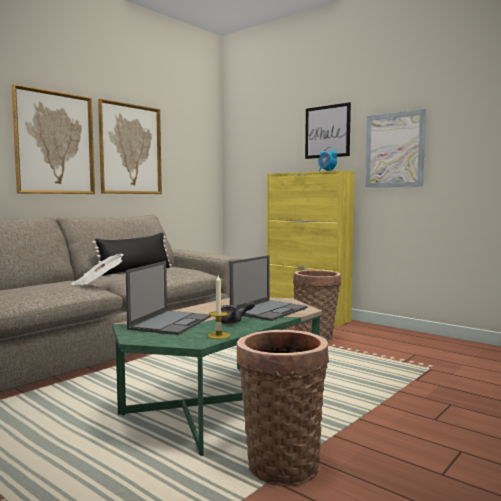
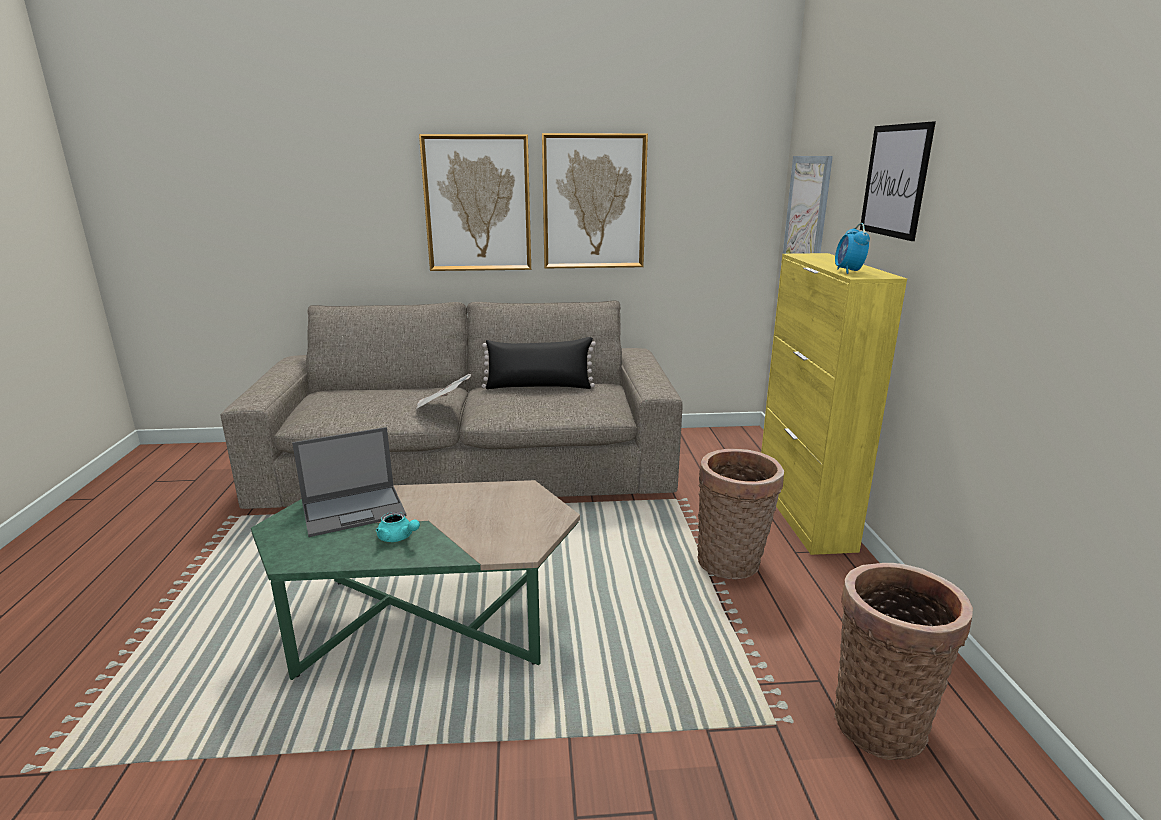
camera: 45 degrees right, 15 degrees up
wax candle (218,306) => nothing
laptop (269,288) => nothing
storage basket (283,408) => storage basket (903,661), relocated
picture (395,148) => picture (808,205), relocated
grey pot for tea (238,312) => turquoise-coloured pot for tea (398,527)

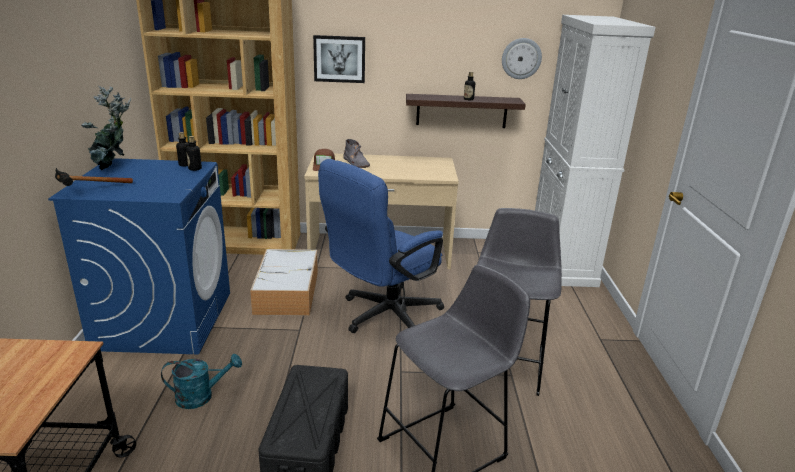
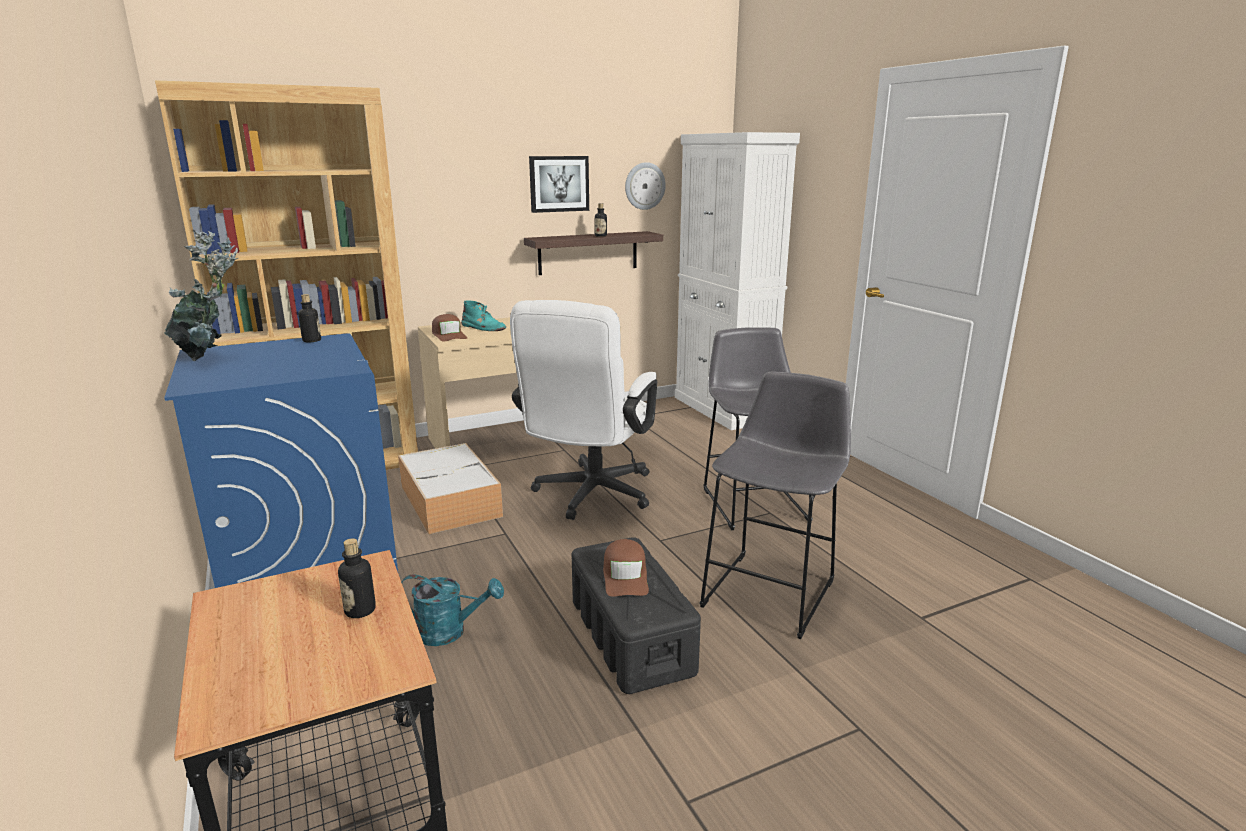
camera: 25 degrees left, 5 degrees down
hand hammer (94,177) => nothing
nothing => brown-coloured peaked cap (626,568)
drink bottle (194,153) => drink bottle (357,578), relocated
picture (339,59) => picture (559,184), relocated
blue-coloured computer chair (381,246) => white-coloured computer chair (583,410)
grey boot (356,153) => turquoise-coloured boot (483,315)
turquoise-coloured sprinkling can (201,381) => turquoise-coloured sprinkling can (452,610), 45 degrees clockwise

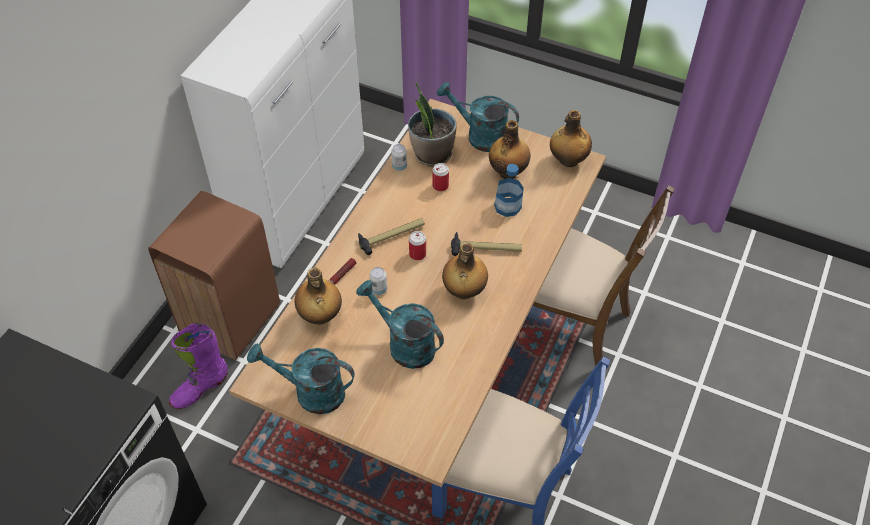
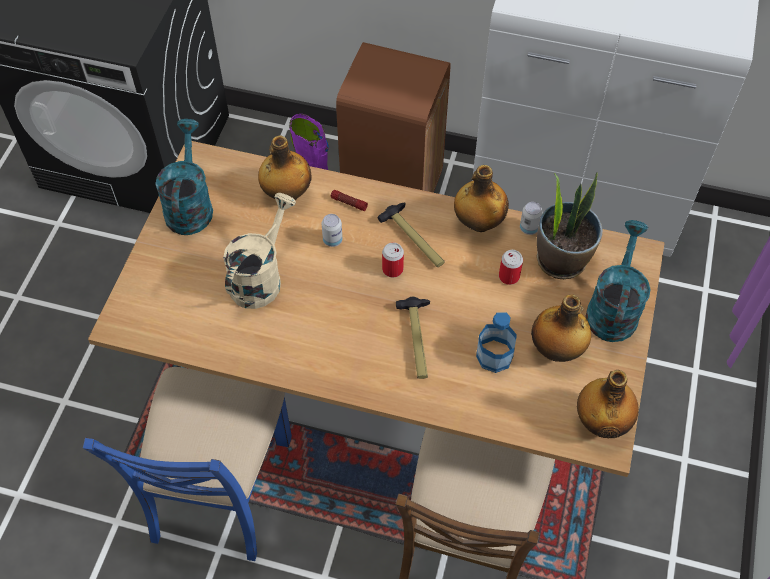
camera: 80 degrees right, 5 degrees up
drink bottle (465,271) => drink bottle (481,198), relocated
turquoise-coloured sprinkling can (400,324) => beige sprinkling can (259,251)

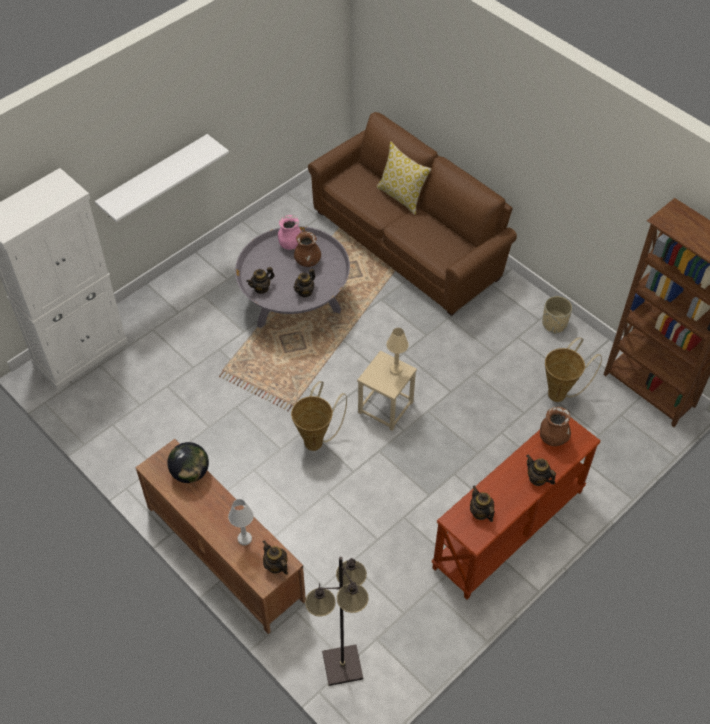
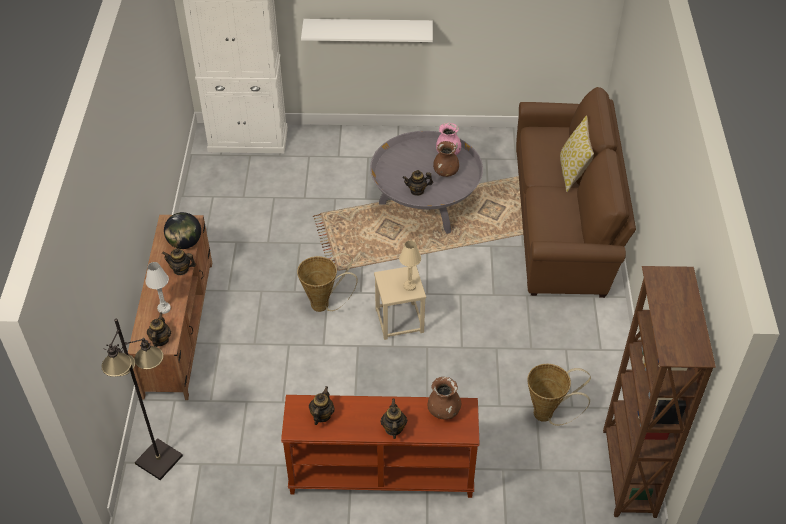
camera: 45 degrees right, 5 degrees down
beige plant pot (557,315) => nothing
pot for tea (260,280) => pot for tea (179,261), relocated

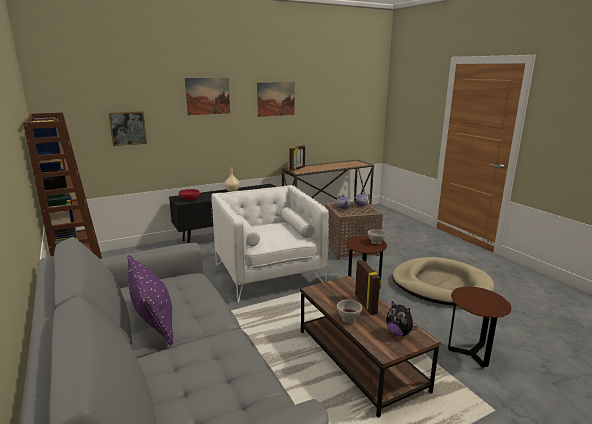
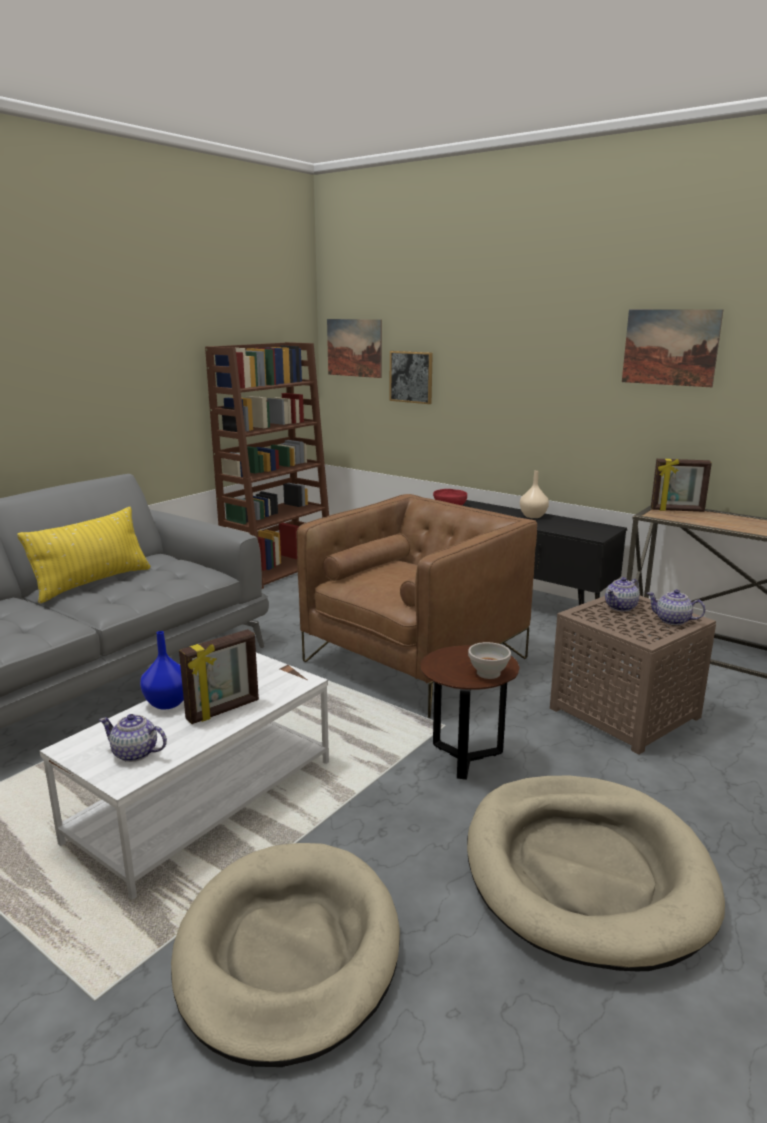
camera: 65 degrees right, 0 degrees up
picture (207,96) => picture (354,348), relocated
white-coloured deep dish (349,311) => blue-coloured decorative vase (162,670)
cuddly toy (402,318) => pot for tea (133,738)
brown-coloured side table (479,326) => beige dog bed (285,955)
purple-coloured pillow (150,300) => yellow-coloured pillow (84,555)
white-coloured armchair (270,244) => brown-coloured armchair (417,606)
brown-coloured low table (370,347) => white-coloured low table (184,776)

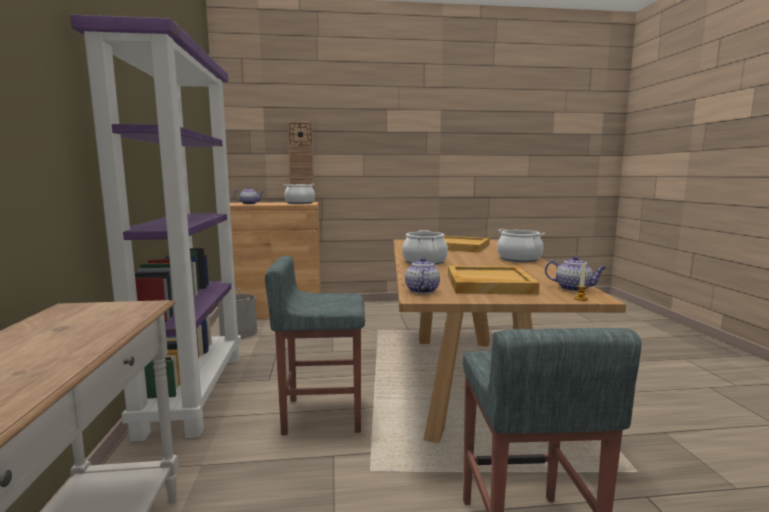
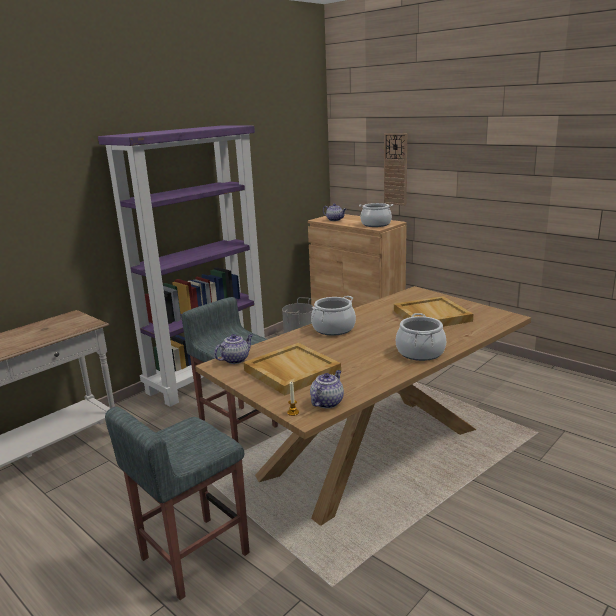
camera: 50 degrees right, 10 degrees up
pot for tea (576,273) => pot for tea (327,389), 135 degrees counterclockwise

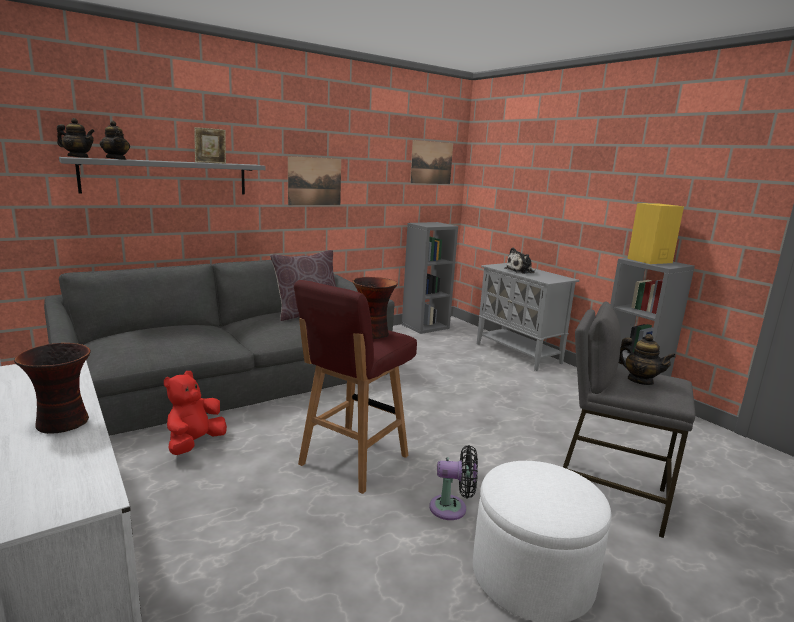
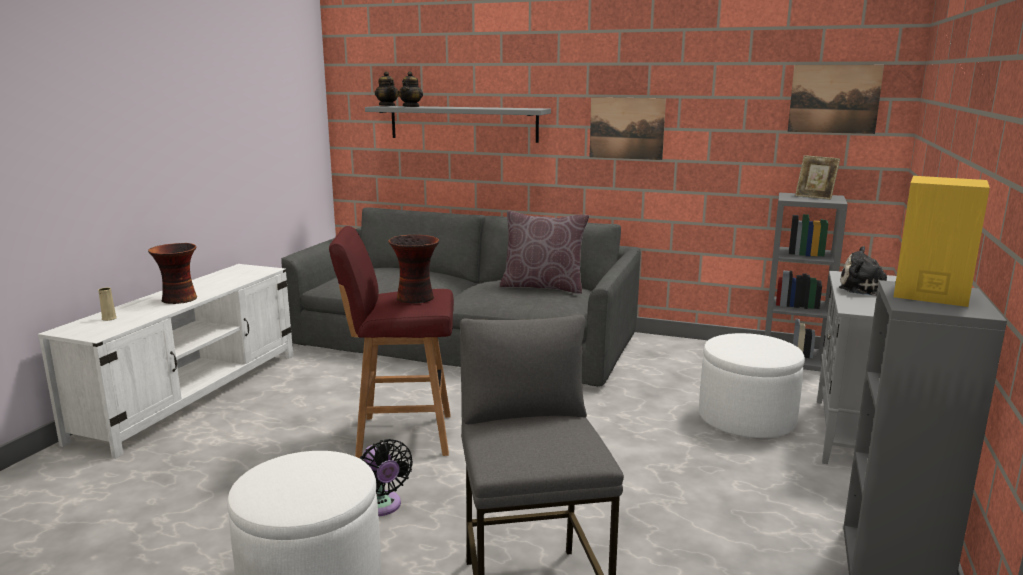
camera: 55 degrees right, 0 degrees up
reddish cuddly toy (195,413) => nothing
pot for tea (647,359) => nothing
nothing => beige decorative vase (107,304)
nothing => white-coloured ottoman (752,385)
photo frame (210,145) => photo frame (817,177), relocated

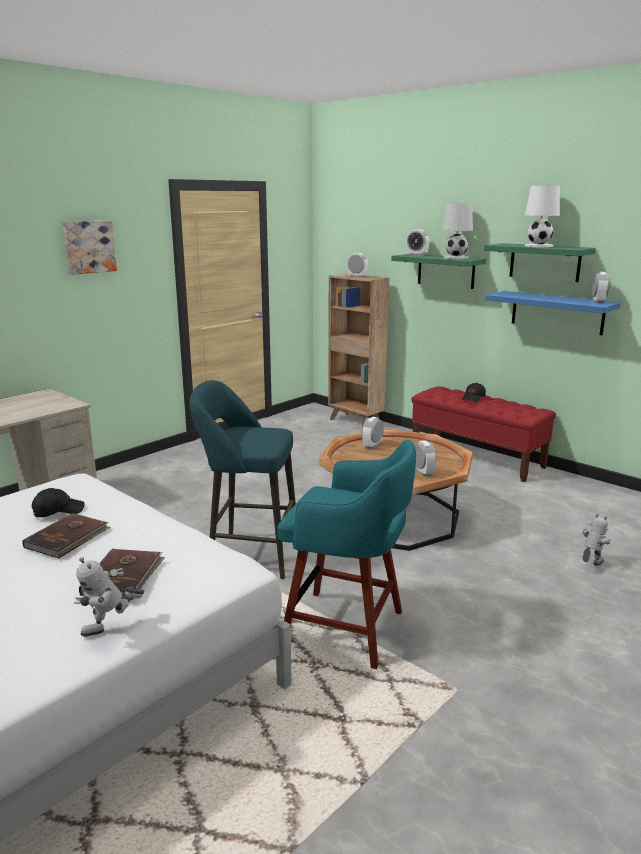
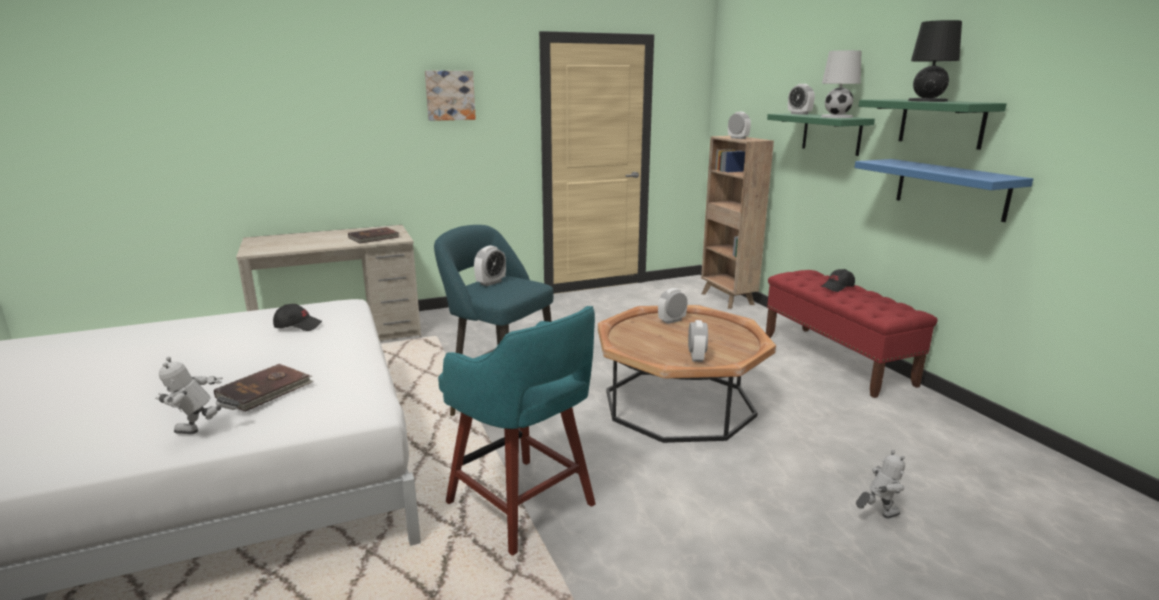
camera: 25 degrees right, 0 degrees up
brown-coloured bound book (66,535) => brown-coloured bound book (373,235), relocated
table clock (601,288) => table clock (490,265), relocated
white-coloured tabletop lamp (542,216) => black-coloured tabletop lamp (935,61)

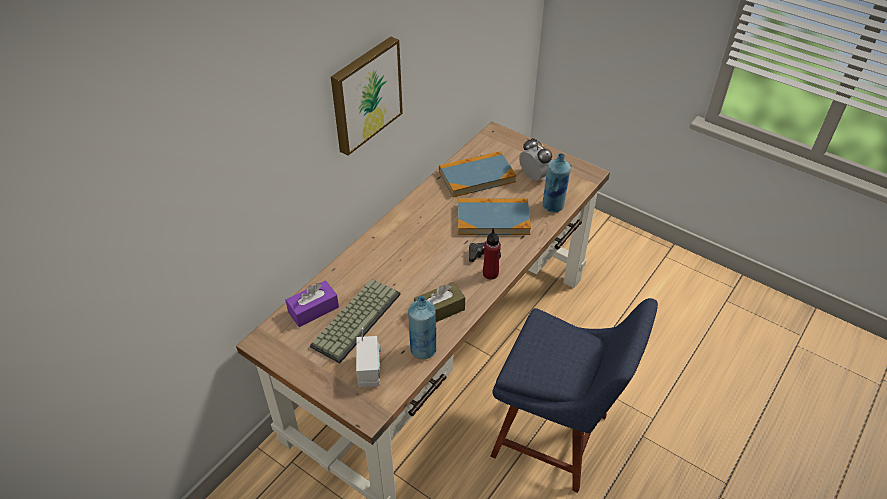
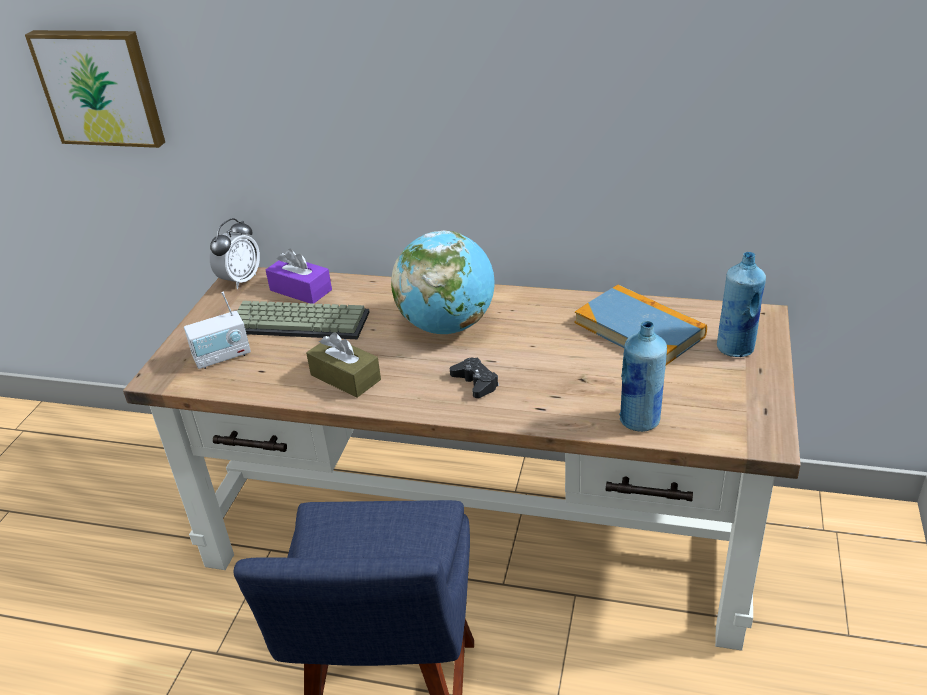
camera: 70 degrees right, 10 degrees down
bound book (494,216) => nothing
reddish drink bottle (492,254) => nothing
nothing => world globe (443,282)
picture (367,96) => picture (95,89), relocated
blue-coloured drink bottle (422,327) => blue-coloured drink bottle (741,304), relocated
table clock (535,159) => table clock (235,253), relocated

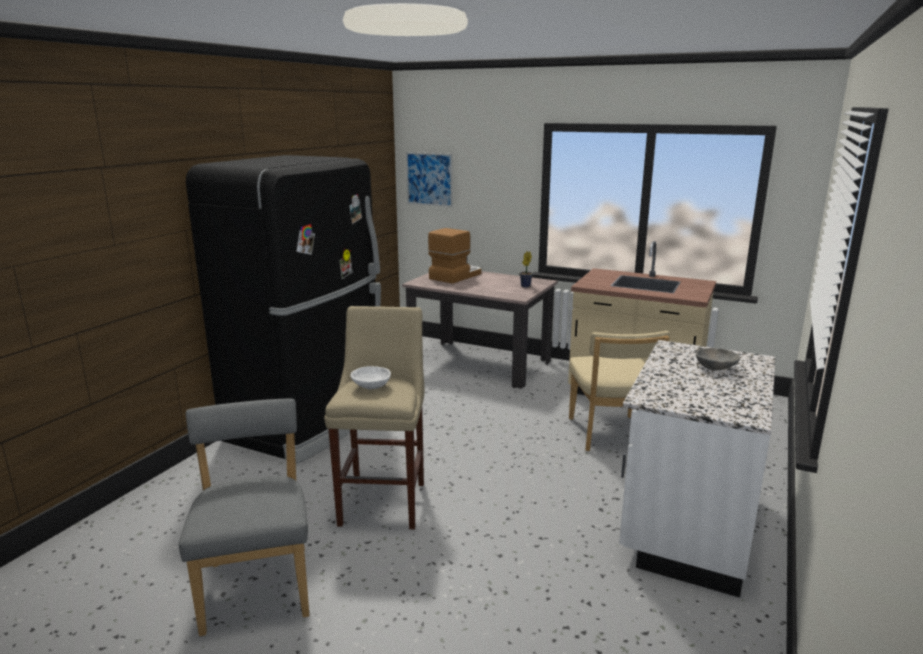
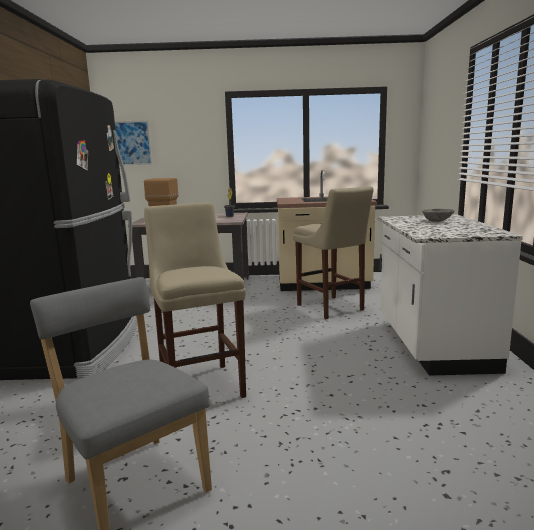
camera: 25 degrees left, 5 degrees down
white-coloured deep dish (370,378) => nothing
beige plain chair (619,391) => beige stool (333,252)

